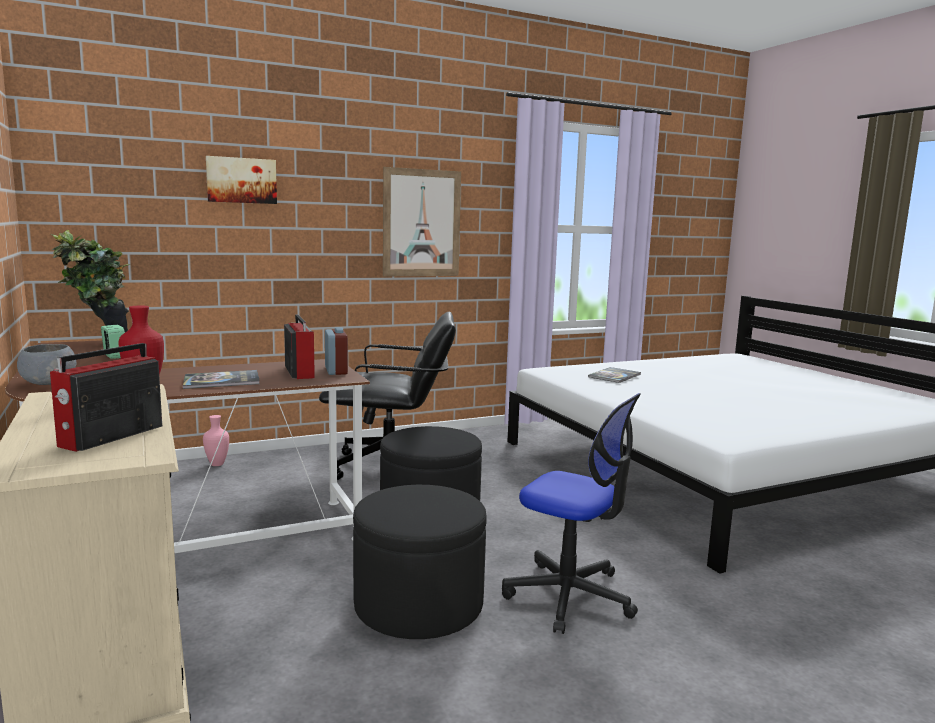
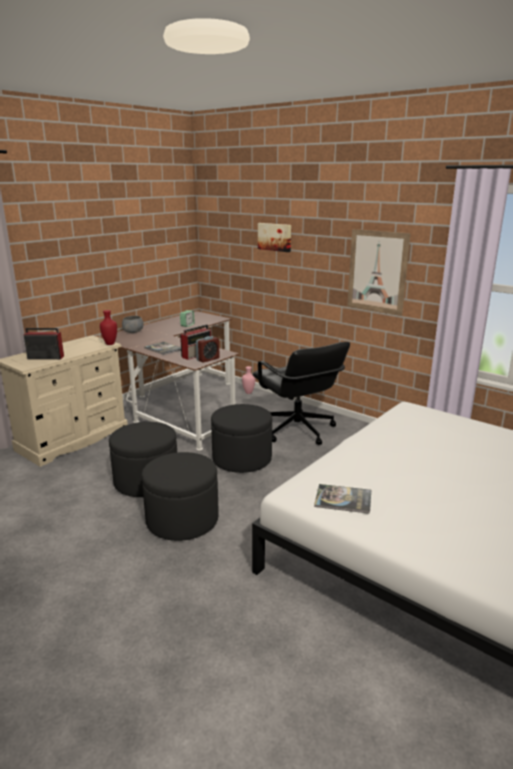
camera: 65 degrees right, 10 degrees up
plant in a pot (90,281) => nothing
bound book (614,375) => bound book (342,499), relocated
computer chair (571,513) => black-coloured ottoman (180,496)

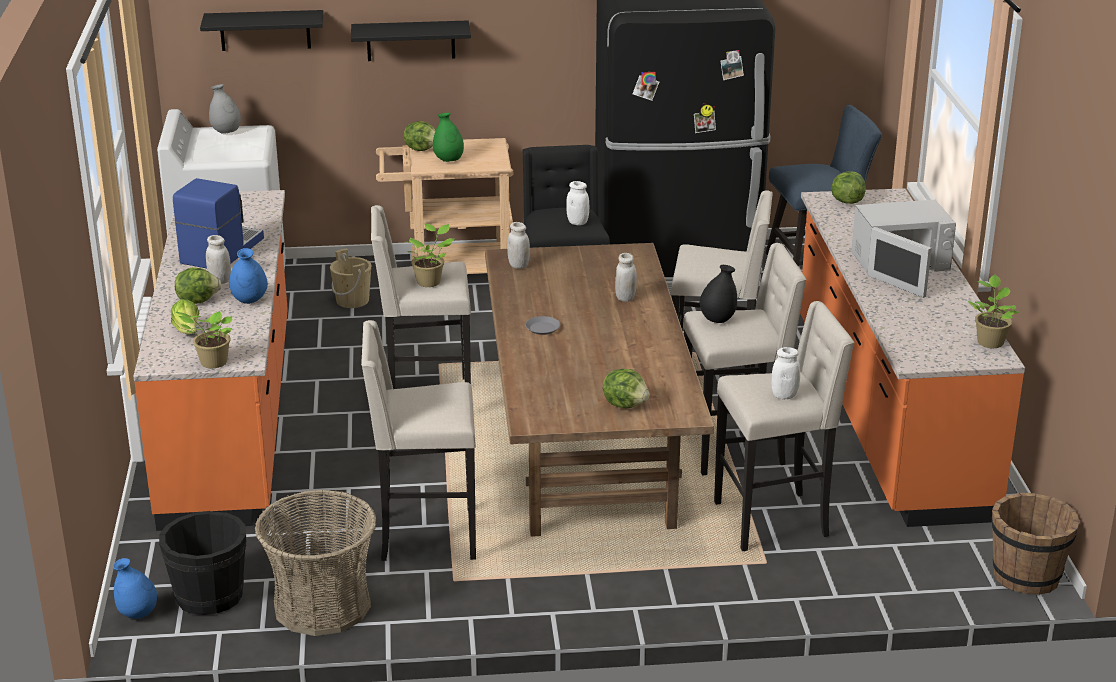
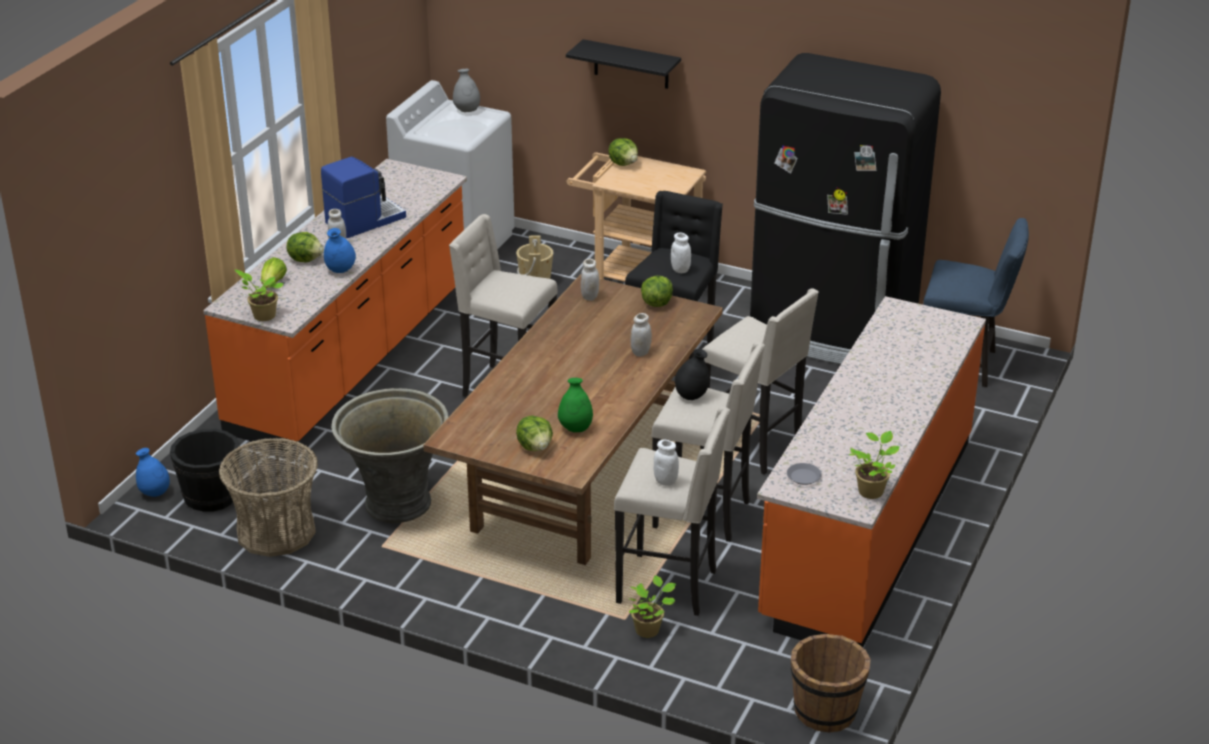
camera: 30 degrees right, 5 degrees up
black-coloured bracket shelf (262,30) => nothing
white-coloured microwave (903,249) => nothing
plant in a pot (429,255) => plant in a pot (652,606), relocated
greenish decorative vase (448,137) => greenish decorative vase (575,405), relocated
grey flat dish (542,325) => grey flat dish (804,474), relocated
lettuce head (848,187) => lettuce head (657,291), relocated
beige stool (418,440) => grey plant pot (390,455)

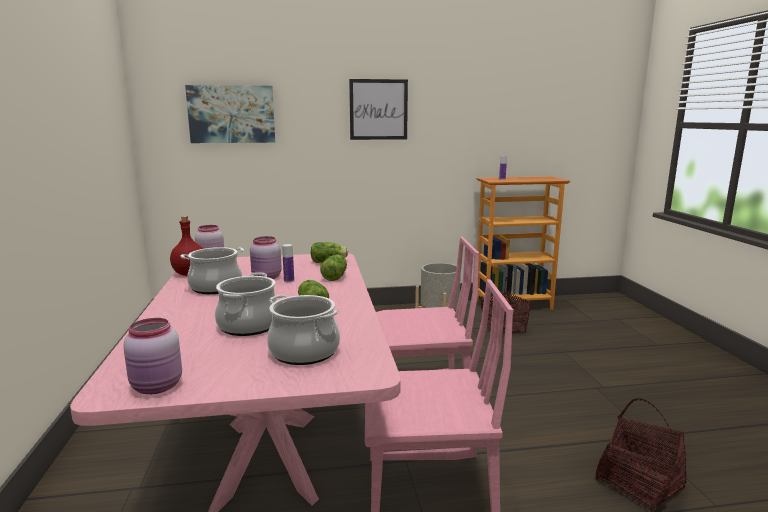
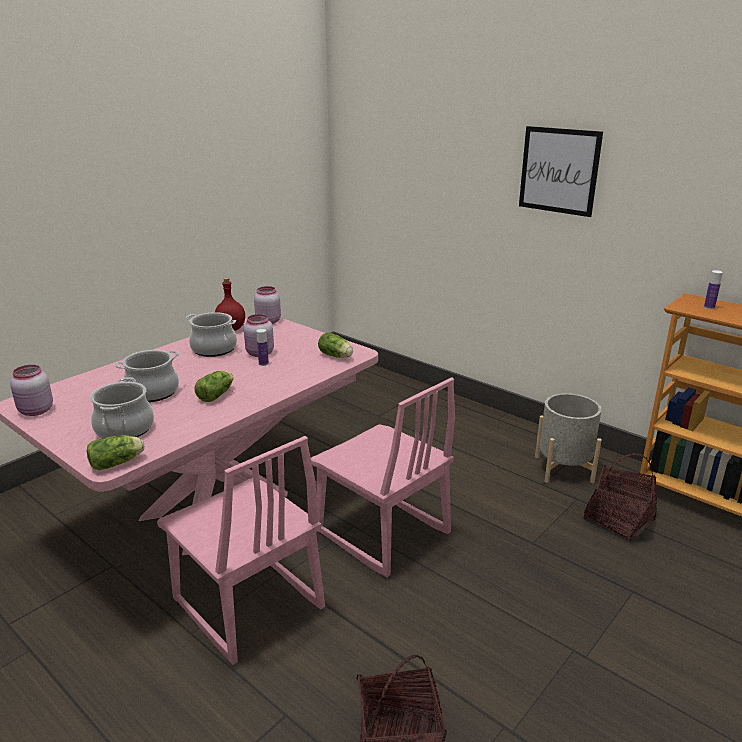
camera: 50 degrees right, 10 degrees up
picture (230,114) => nothing
lettuce head (333,267) => lettuce head (116,452), relocated

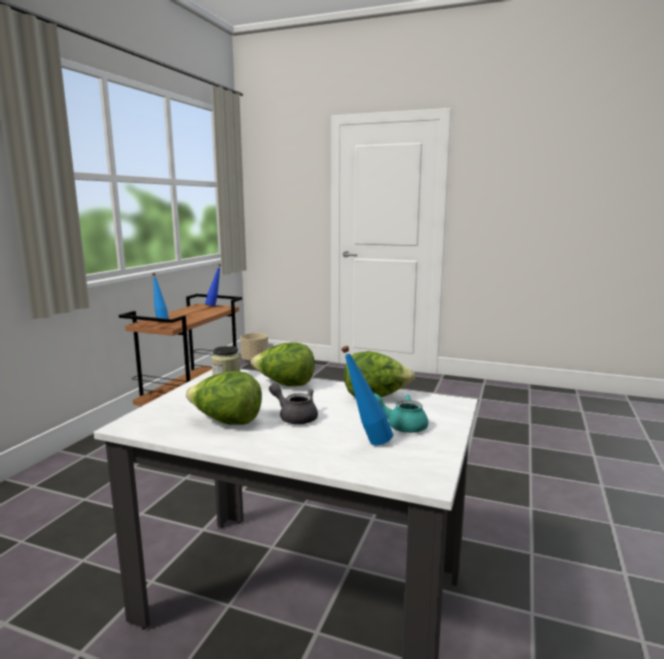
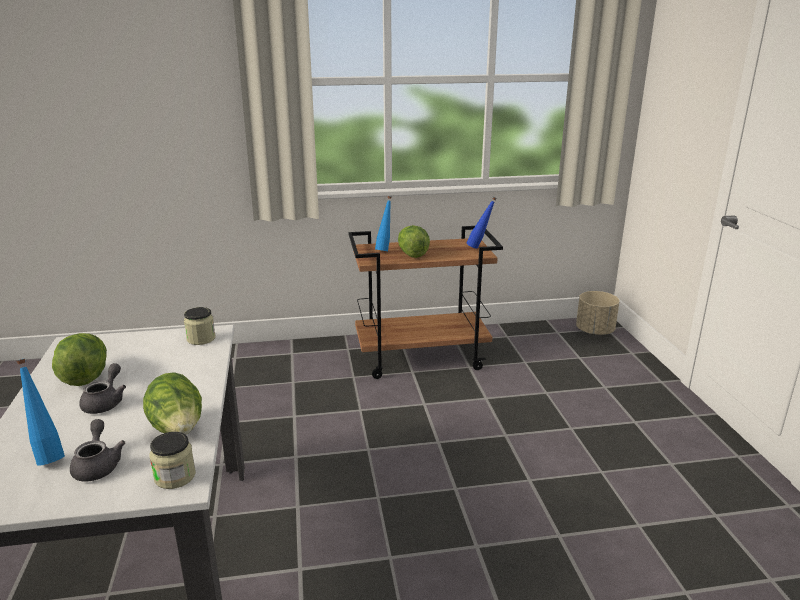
camera: 60 degrees right, 10 degrees up
nothing => preserve jar (173,460)
lettuce head (283,364) => lettuce head (414,241), relocated
turquoise-coloured pot for tea (401,413) => grey pot for tea (97,450)

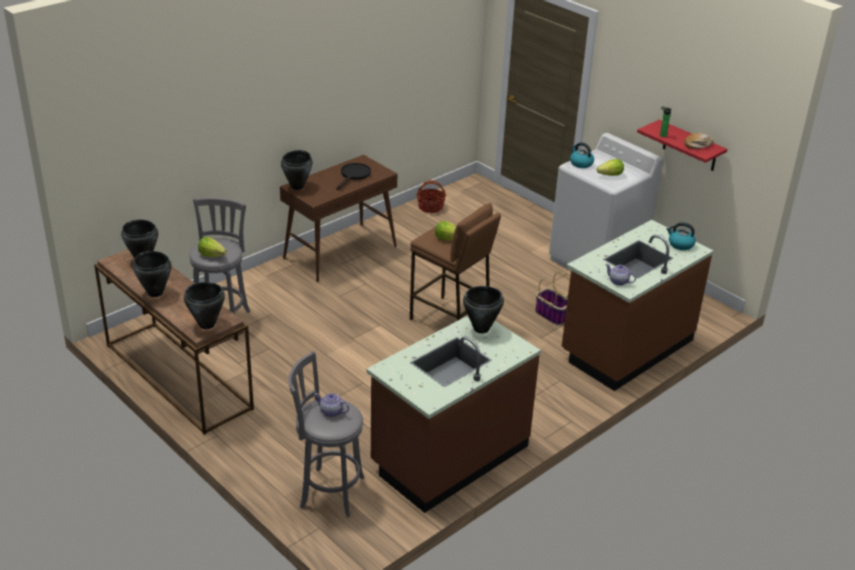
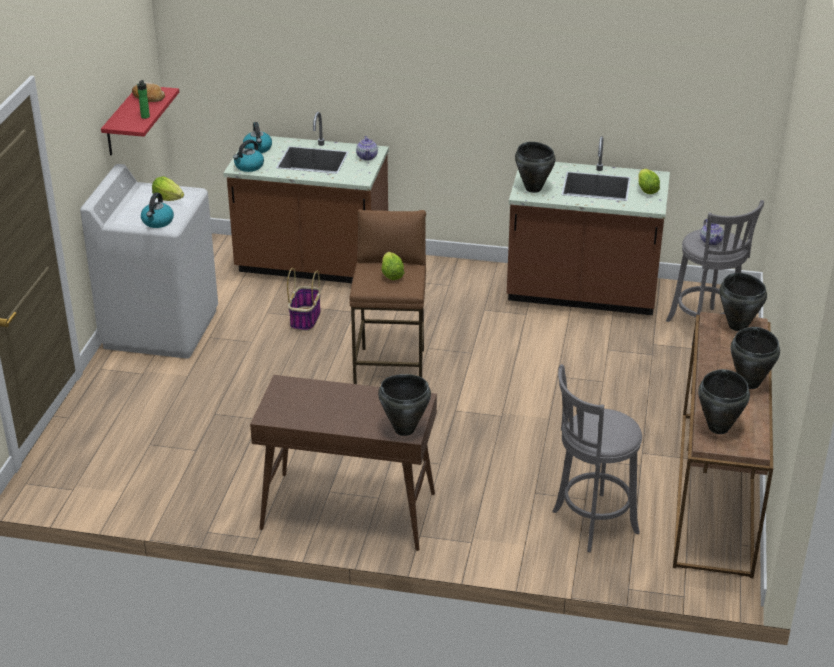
camera: 125 degrees left, 0 degrees up
black-coloured skillet (353,176) => nothing
storage basket (431,196) => nothing
nothing => kettle (248,156)
lettuce head (212,247) => lettuce head (649,181), relocated

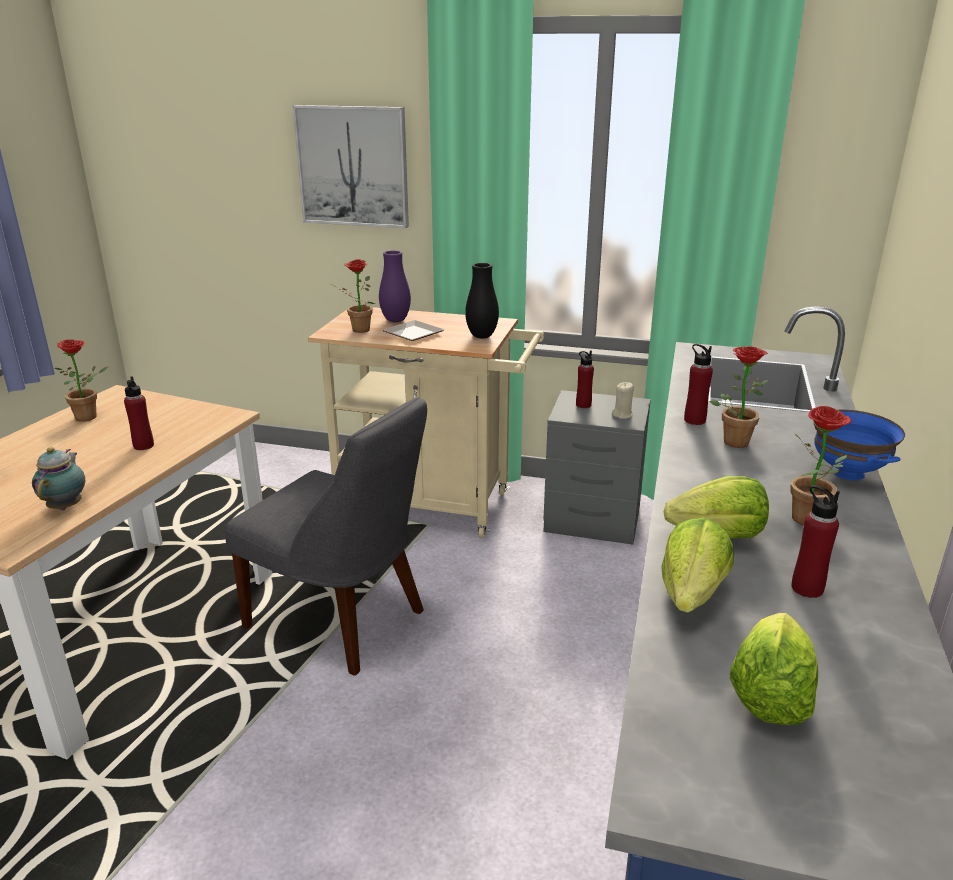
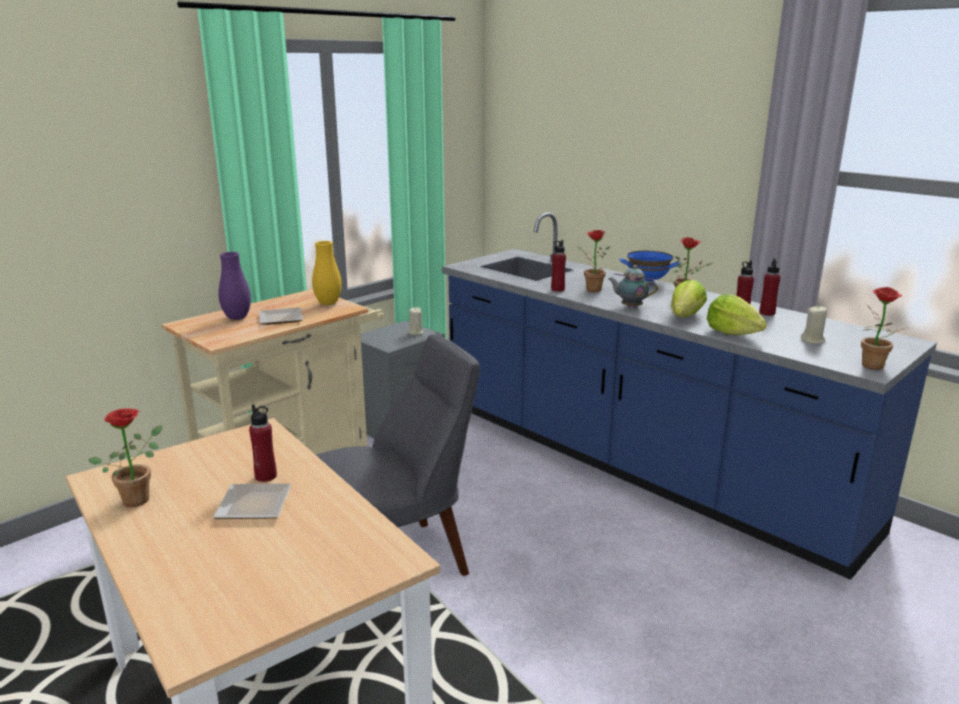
camera: 60 degrees left, 5 degrees down
picture (351,166) => nothing
nothing => flat dish (252,501)
pot for tea (58,478) => pot for tea (633,286), relocated
plant in a pot (352,296) => plant in a pot (885,328), relocated
reddish drink bottle (585,379) => reddish drink bottle (770,287), relocated
lettuce head (773,669) => beige wax candle (814,325)
black-coloured decorative vase (482,300) => yellow-coloured decorative vase (327,273)

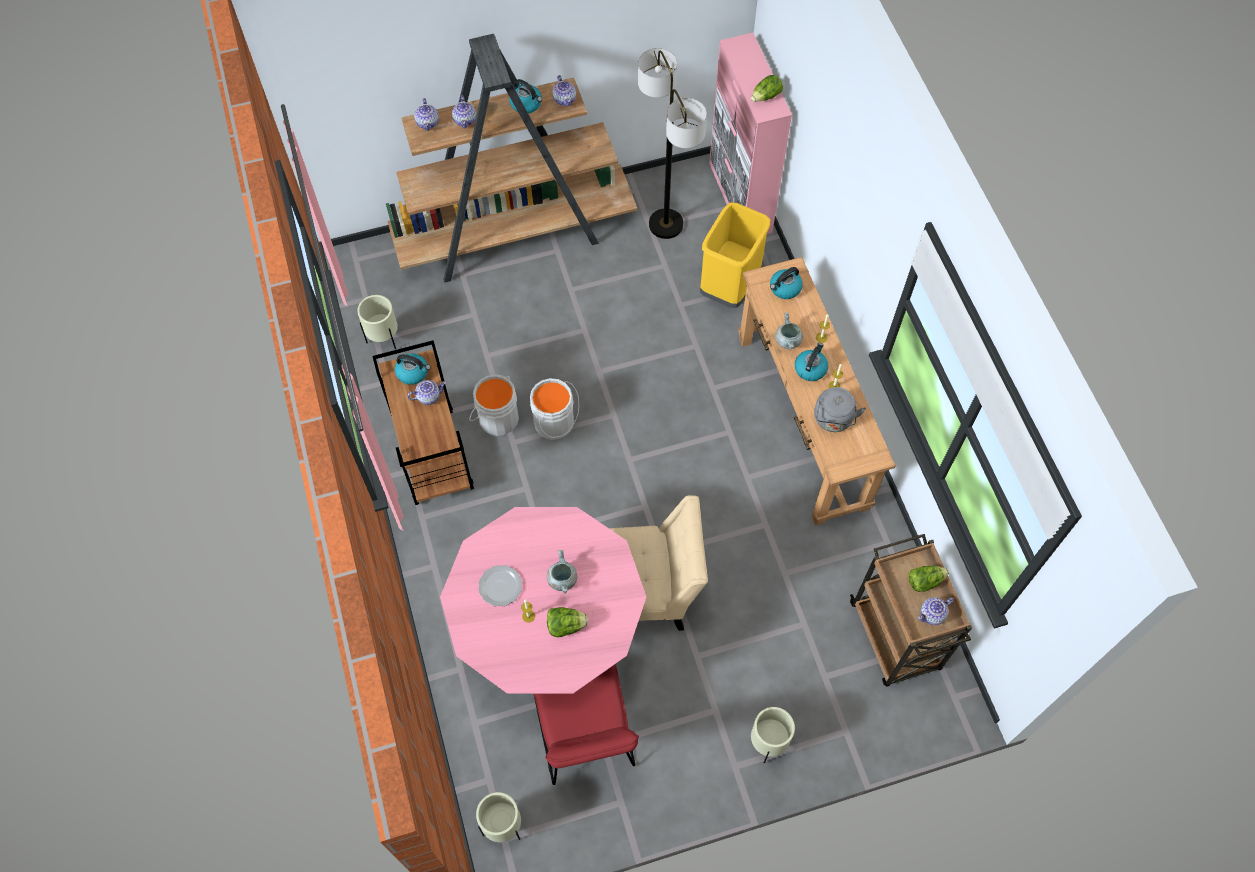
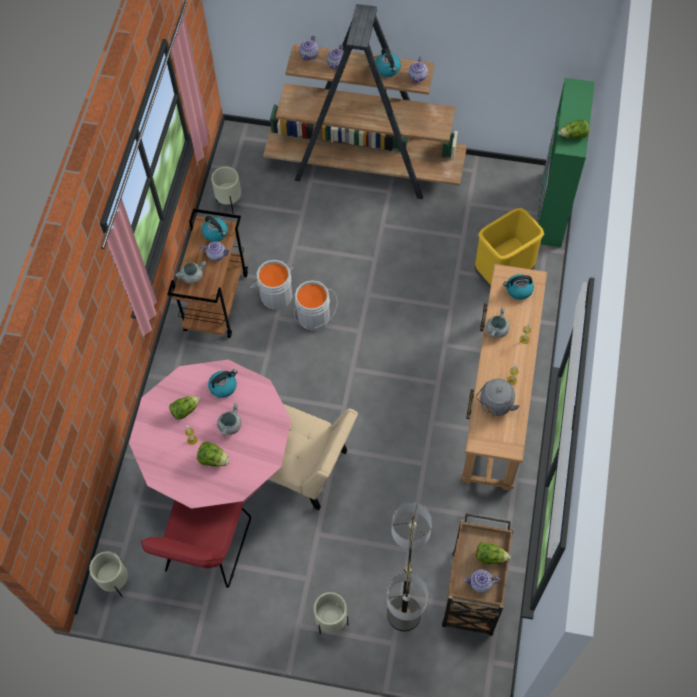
camera: 30 degrees right, 0 degrees up
nothing => grey saucepot (190,272)
standing lamp (672,143) => standing lamp (409,566), relocated
kettle (811,362) => kettle (222,383), relocated
flat dish (500,585) => lettuce head (184,407)
pinkish cabinet (750,133) => greenish cabinet (566,162)

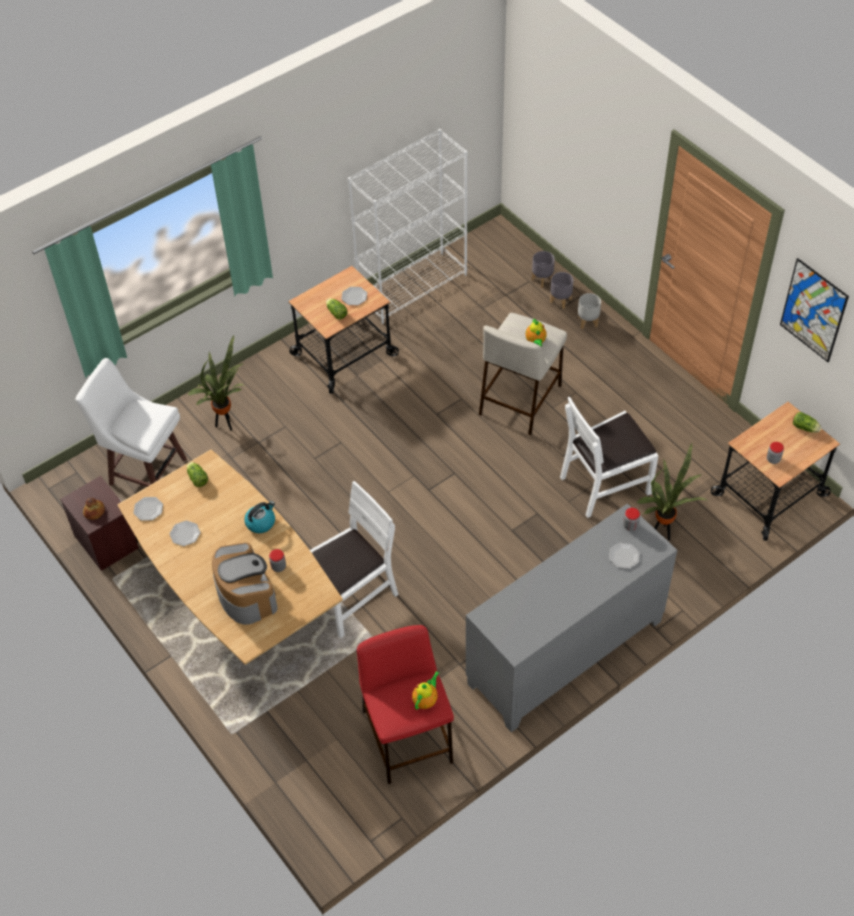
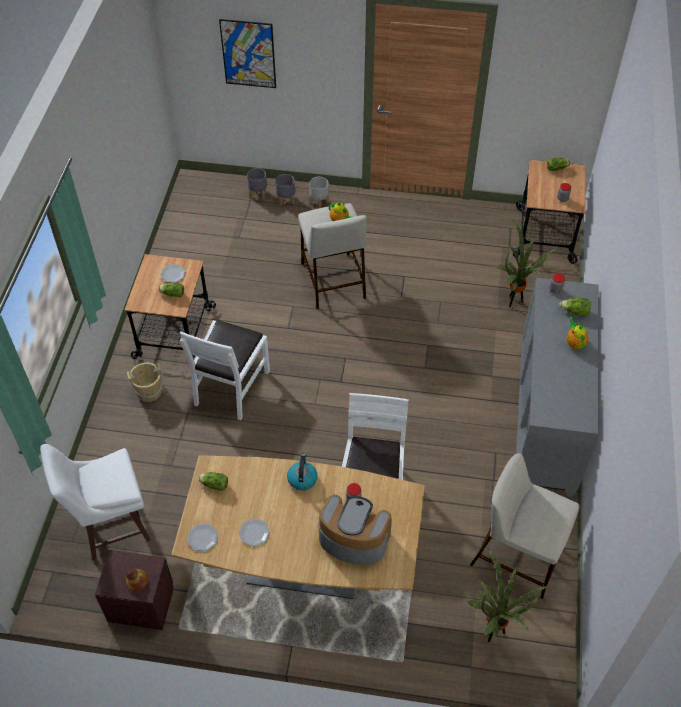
camera: 45 degrees left, 0 degrees up
white-coloured bookcase (407,226) => nothing
nothing => beige water bucket (145,382)
plant in a pot (216,382) => plant in a pot (507,594), relocated
pot for tea (425,690) => pot for tea (577,333), relocated
white-coloured plain chair (609,457) => white-coloured plain chair (225,370), relocated
picture (814,310) => picture (247,53), relocated
flat dish (624,556) => lettuce head (575,307)
reddish stool (405,704) => beige stool (525,526)

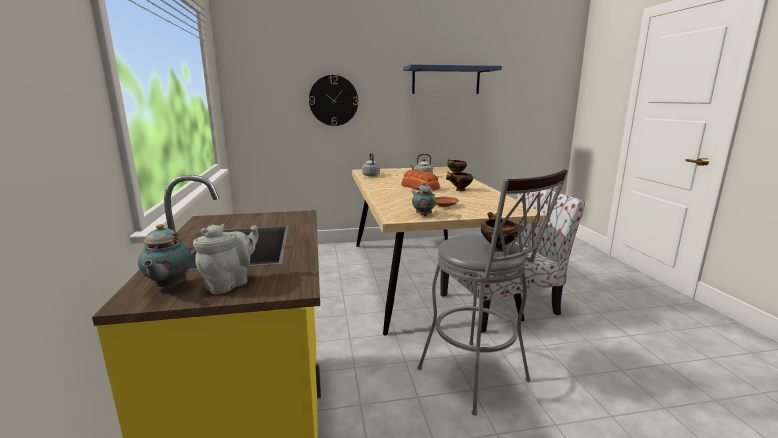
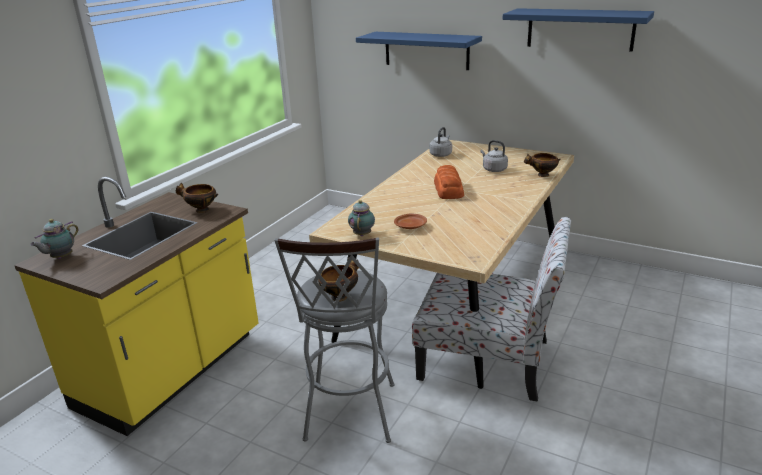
camera: 40 degrees right, 10 degrees up
grey pot for tea (226,259) => nothing
deep dish (459,181) => deep dish (197,198), relocated
wall clock (333,100) => blue-coloured bracket shelf (419,51)

